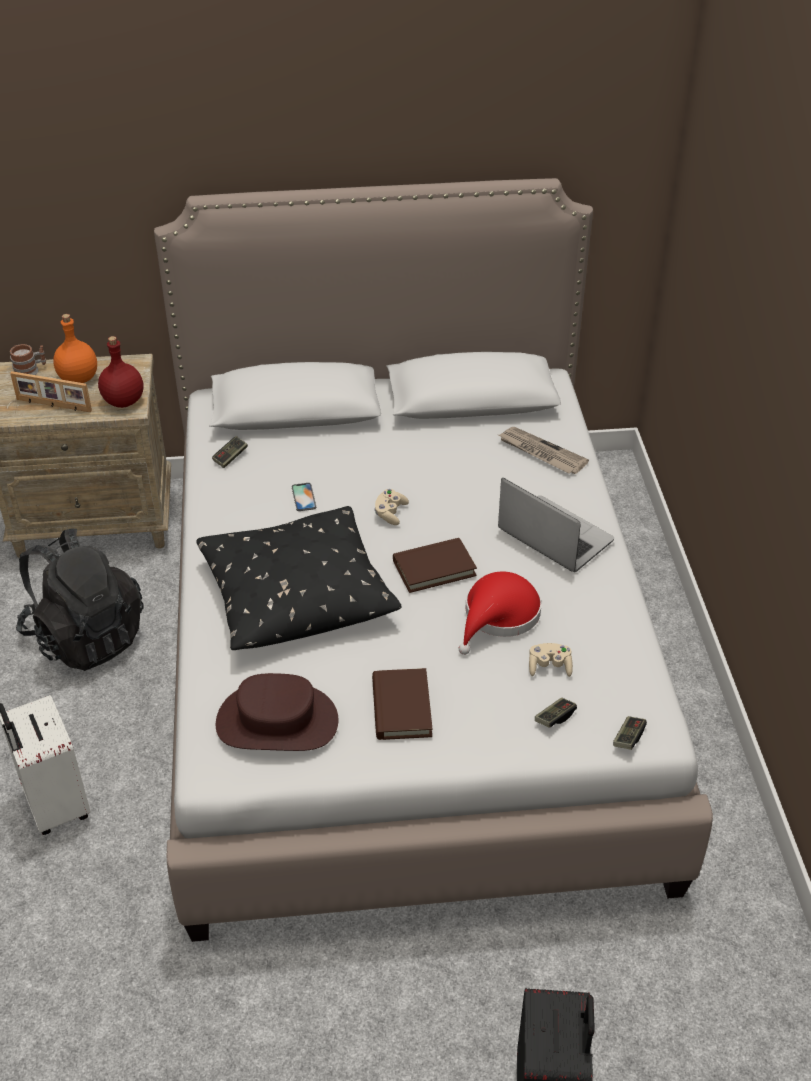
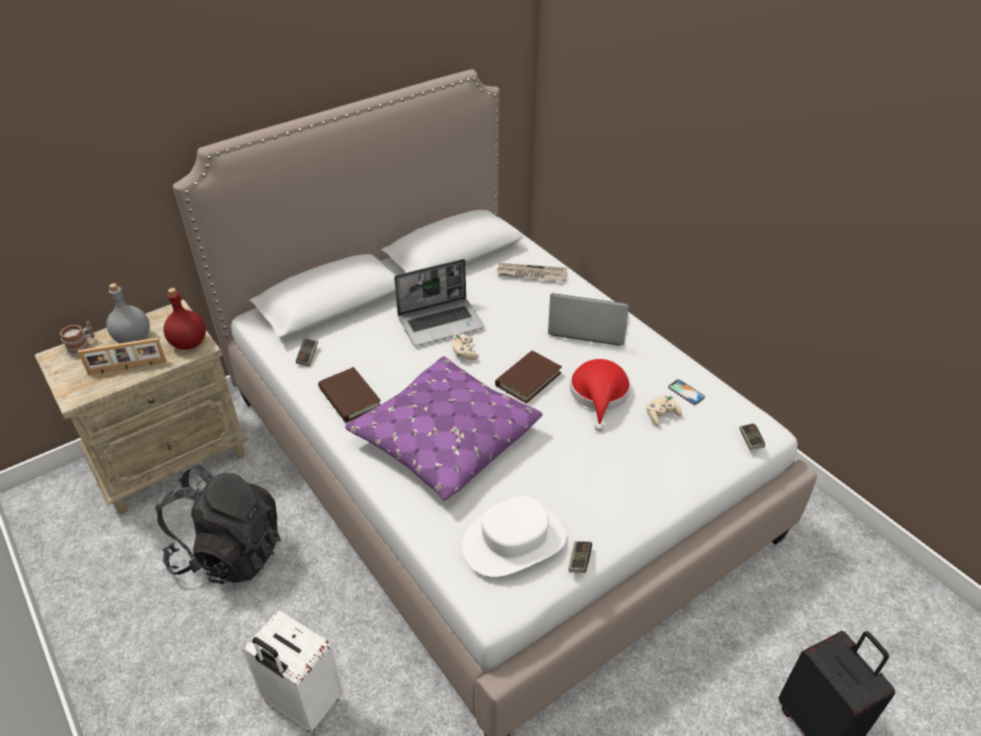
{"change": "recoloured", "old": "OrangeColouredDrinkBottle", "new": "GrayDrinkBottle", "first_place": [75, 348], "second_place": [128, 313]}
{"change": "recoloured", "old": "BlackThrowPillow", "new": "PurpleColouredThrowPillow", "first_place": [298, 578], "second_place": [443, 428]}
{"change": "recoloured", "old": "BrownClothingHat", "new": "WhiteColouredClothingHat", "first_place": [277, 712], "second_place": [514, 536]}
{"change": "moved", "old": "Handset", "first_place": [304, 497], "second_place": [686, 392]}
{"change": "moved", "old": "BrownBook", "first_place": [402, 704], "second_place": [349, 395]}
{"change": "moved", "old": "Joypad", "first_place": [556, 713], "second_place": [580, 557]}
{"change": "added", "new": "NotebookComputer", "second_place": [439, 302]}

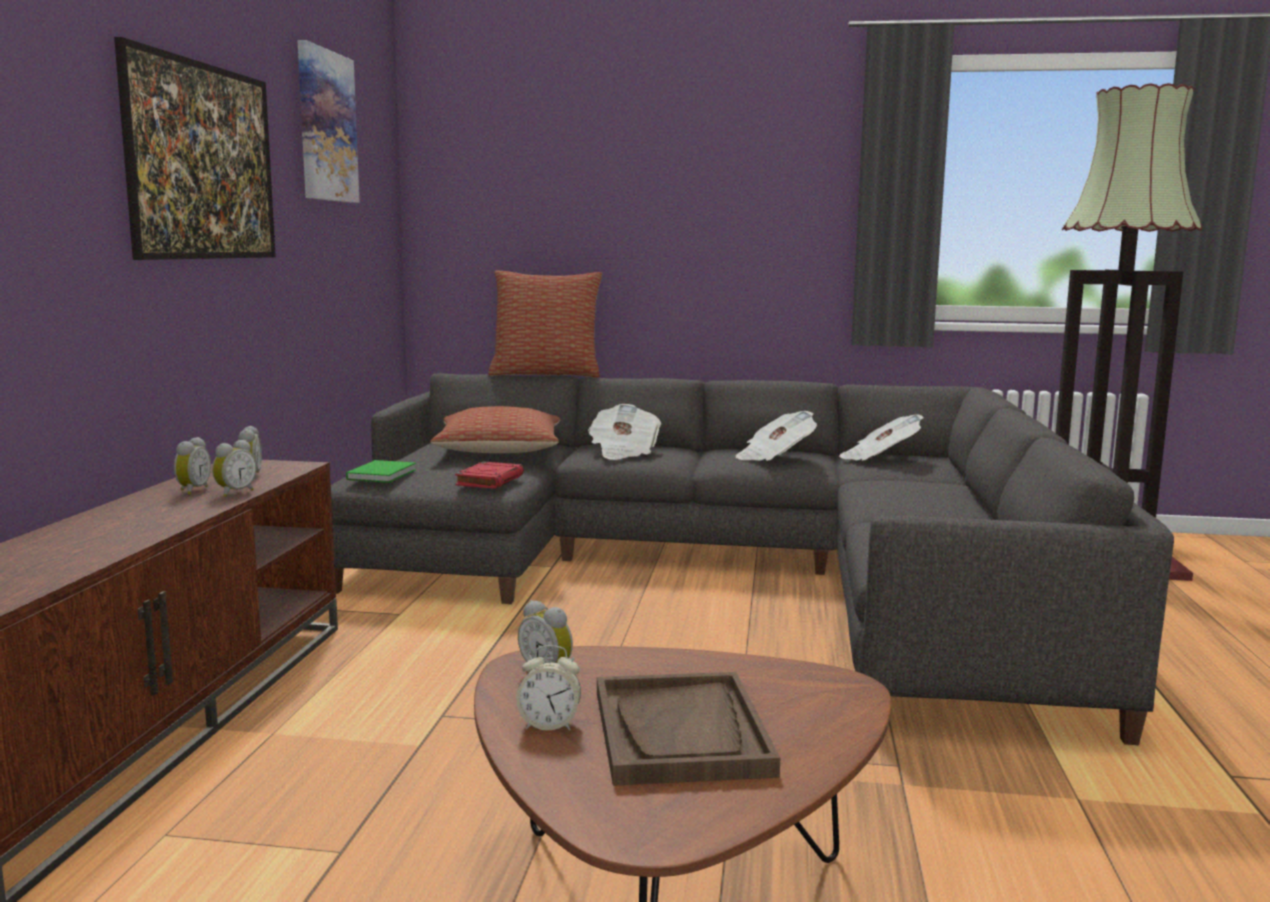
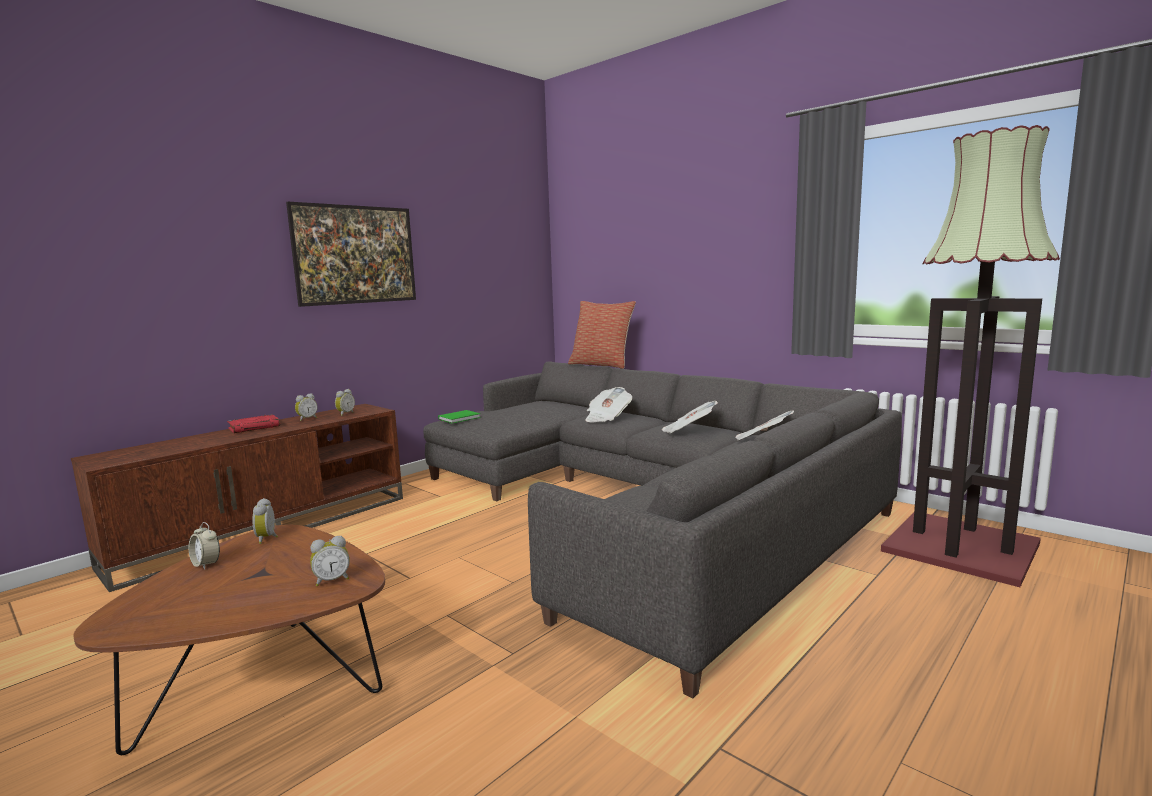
{"change": "moved", "old": "TableClock", "first_place": [234, 468], "second_place": [330, 561]}
{"change": "removed", "old": "Picture", "first_place": [328, 121]}
{"change": "removed", "old": "ThrowPillow", "first_place": [495, 429]}
{"change": "moved", "old": "RedBook", "first_place": [489, 475], "second_place": [253, 423]}
{"change": "removed", "old": "BrownTray", "first_place": [688, 729]}

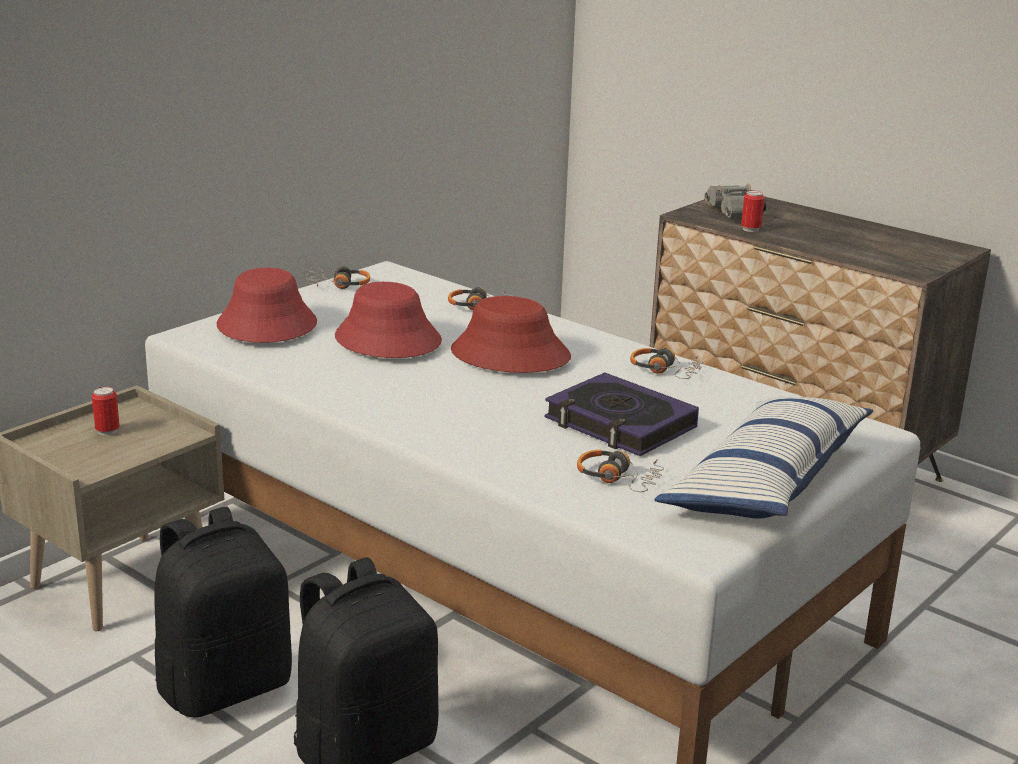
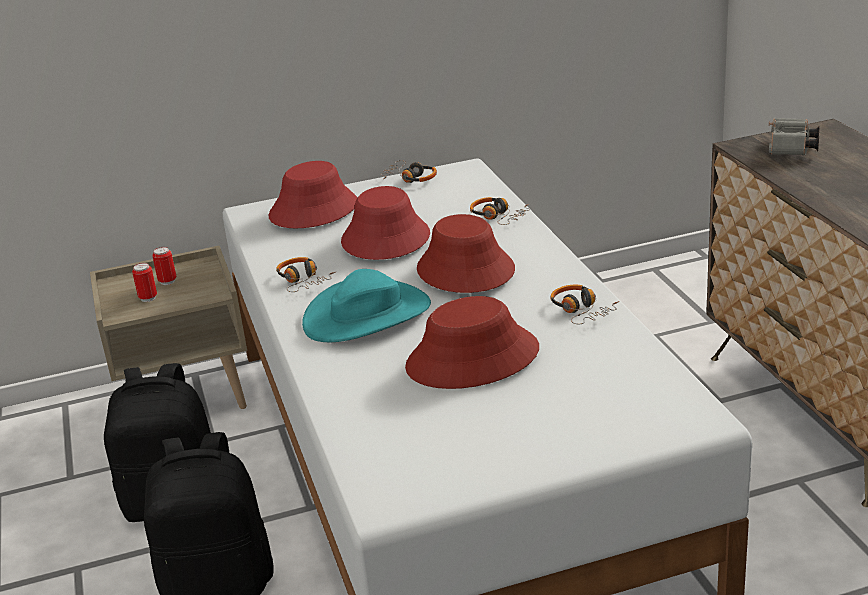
{"change": "replaced", "old": "Book", "new": "RedClothingHat", "first_place": [622, 414], "second_place": [472, 342]}
{"change": "moved", "old": "Headset", "first_place": [620, 471], "second_place": [306, 274]}
{"change": "removed", "old": "ThrowPillow", "first_place": [763, 457]}
{"change": "moved", "old": "SealedCan", "first_place": [753, 211], "second_place": [144, 282]}
{"change": "added", "new": "BlueGreenClothingHat", "second_place": [366, 305]}

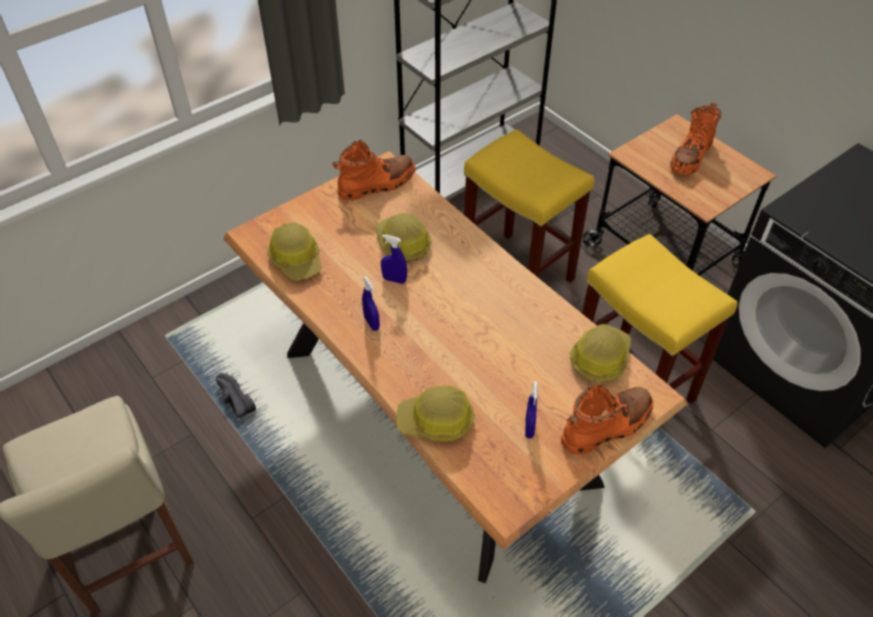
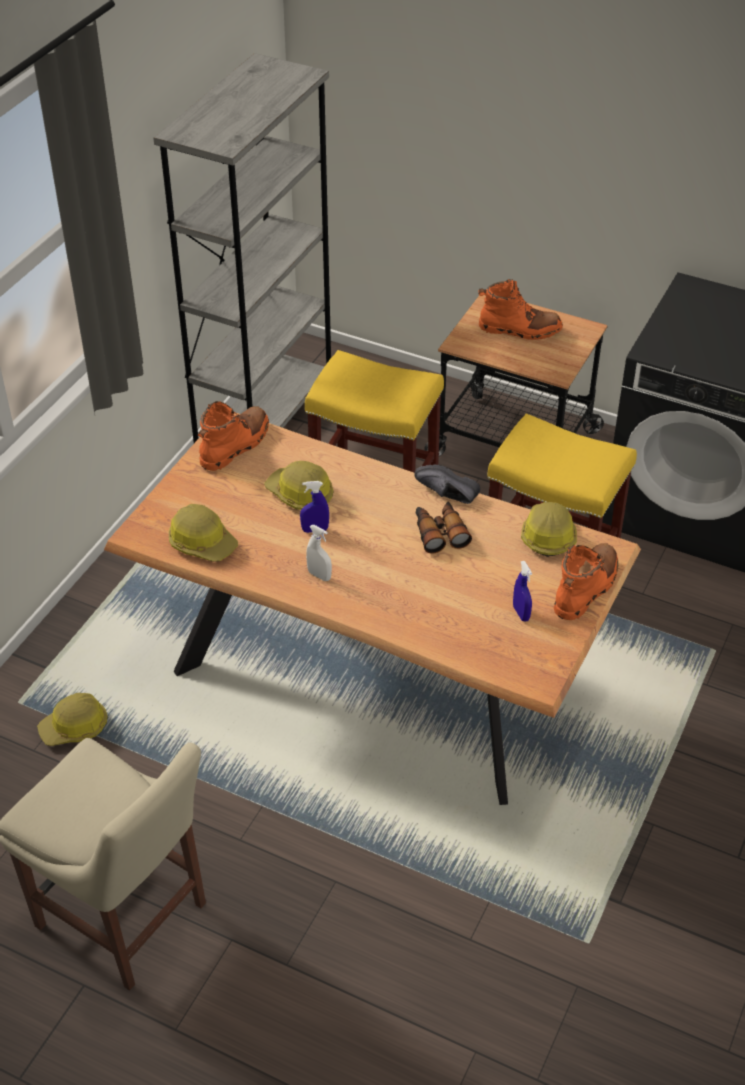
{"change": "moved", "old": "BlackShoe", "first_place": [236, 395], "second_place": [447, 484]}
{"change": "recoloured", "old": "BlueColouredSprayBottle", "new": "WhiteColouredSprayBottle", "first_place": [371, 303], "second_place": [319, 553]}
{"change": "moved", "old": "HardHat", "first_place": [435, 413], "second_place": [72, 719]}
{"change": "turned", "old": "OrangeColouredHighTopBoot", "first_place": [696, 139], "second_place": [520, 309], "degrees": -90}
{"change": "added", "new": "PairOfBinoculars", "second_place": [444, 528]}

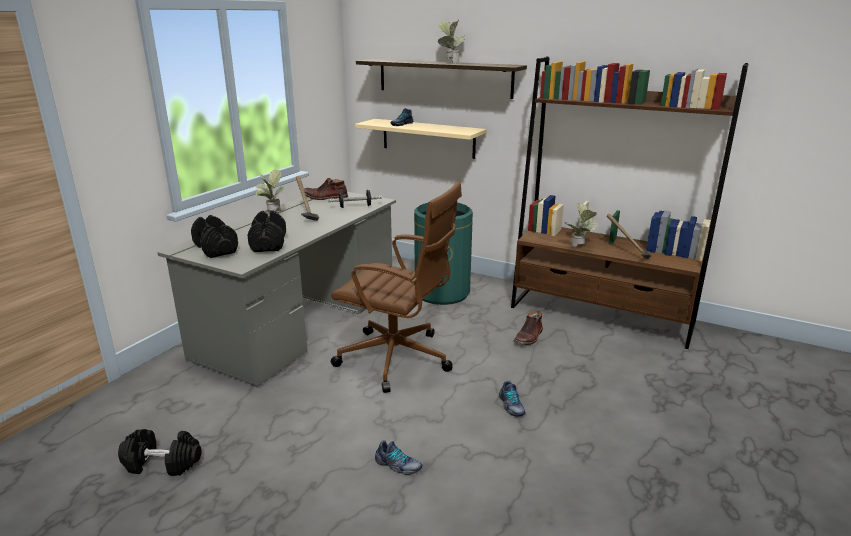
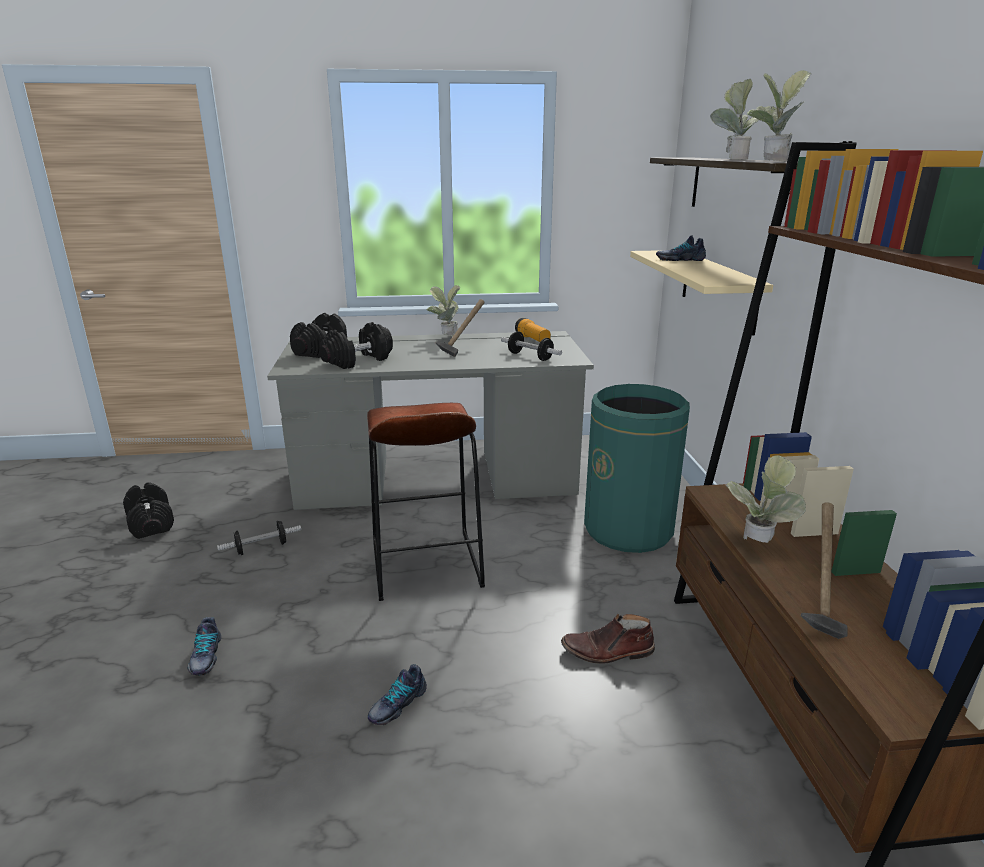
{"change": "replaced", "old": "BrownHighTopBoot", "new": "Torch", "first_place": [326, 189], "second_place": [533, 330]}
{"change": "replaced", "old": "BrownOfficeChair", "new": "BrownStool", "first_place": [396, 287], "second_place": [426, 502]}
{"change": "added", "new": "Dumbbell", "second_place": [259, 538]}
{"change": "added", "new": "Houseplant", "second_place": [779, 115]}

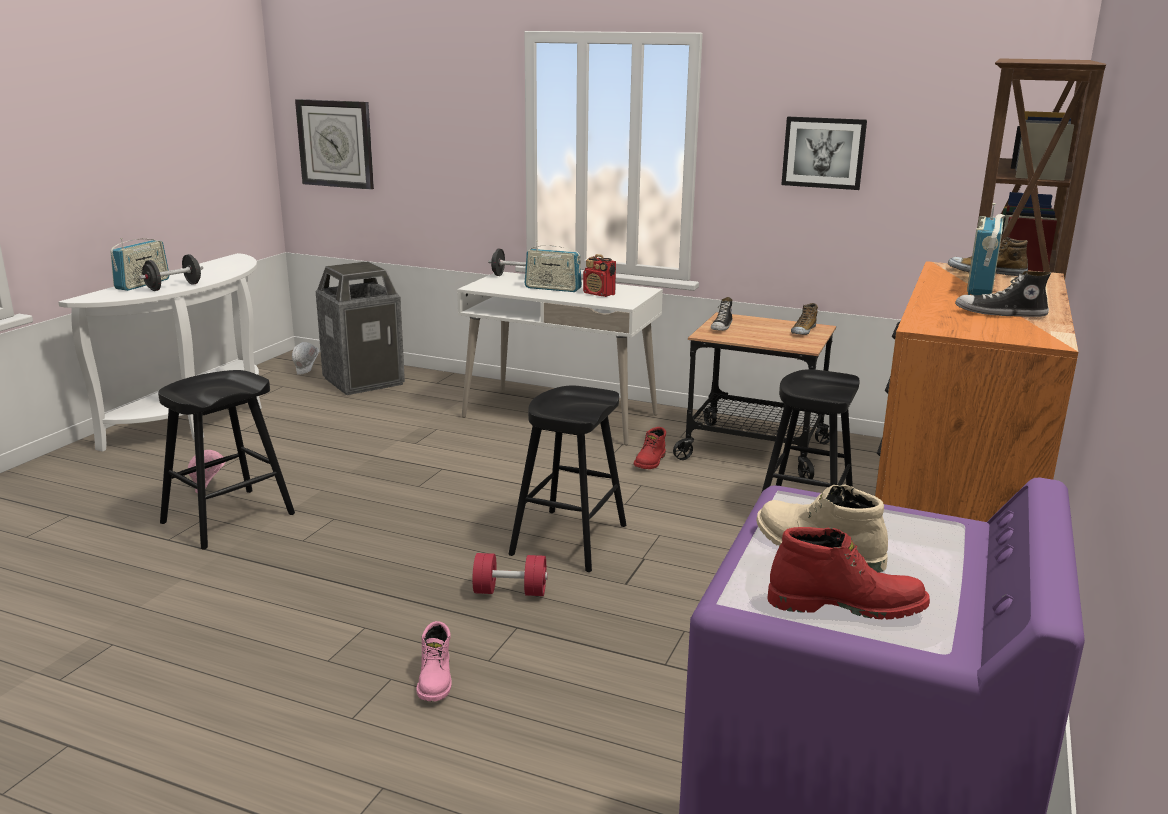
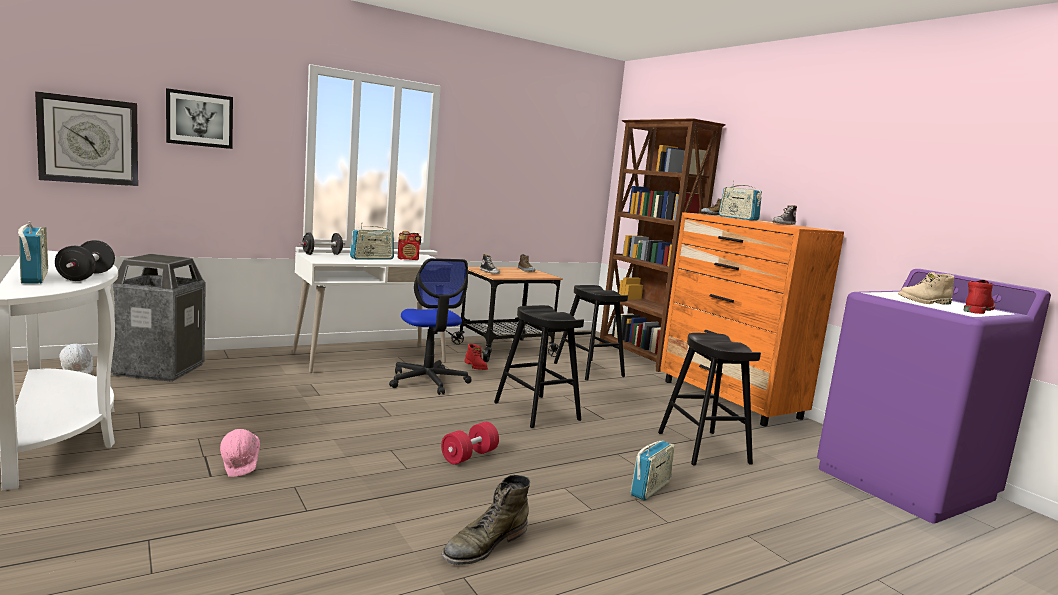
{"change": "moved", "old": "BlackStool", "first_place": [226, 460], "second_place": [709, 399]}
{"change": "replaced", "old": "PinkColouredHighTopBoot", "new": "RadioSet", "first_place": [434, 661], "second_place": [652, 470]}
{"change": "moved", "old": "RedDumbbell", "first_place": [510, 574], "second_place": [470, 443]}
{"change": "moved", "old": "Picture", "first_place": [824, 153], "second_place": [199, 118]}
{"change": "added", "new": "OfficeChair", "second_place": [430, 326]}
{"change": "added", "new": "GreenishHighTopBoot", "second_place": [485, 520]}

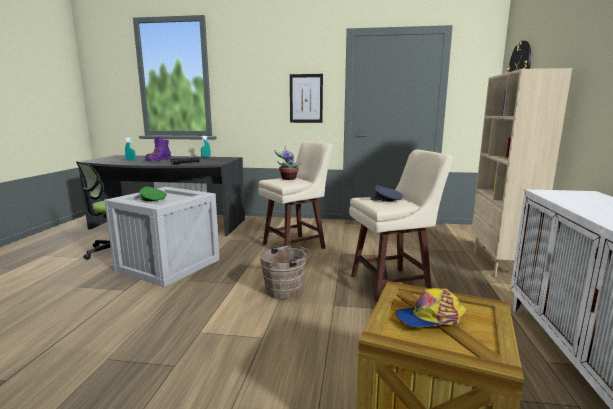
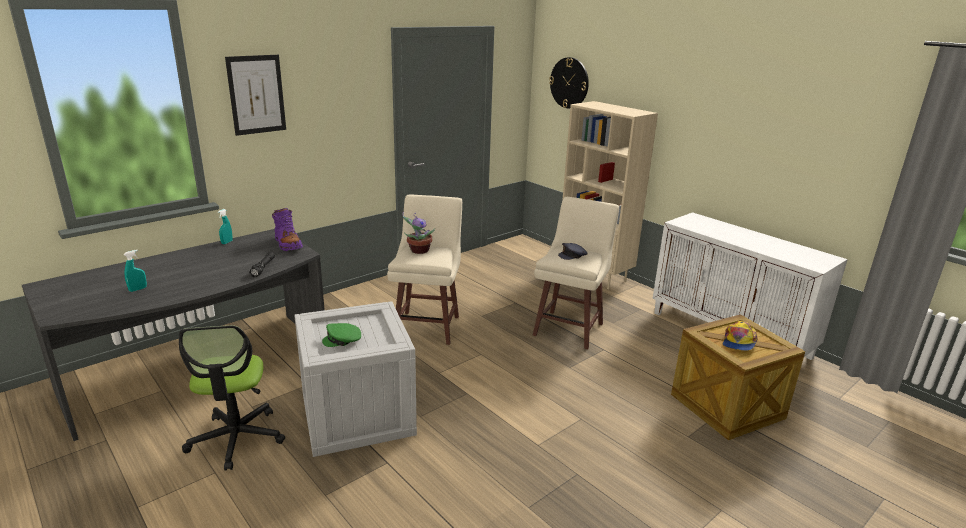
{"change": "moved", "old": "PurpleColouredHighTopBoot", "first_place": [158, 149], "second_place": [287, 229]}
{"change": "removed", "old": "BrownWaterBucket", "first_place": [285, 272]}
{"change": "moved", "old": "Picture", "first_place": [306, 98], "second_place": [255, 95]}

